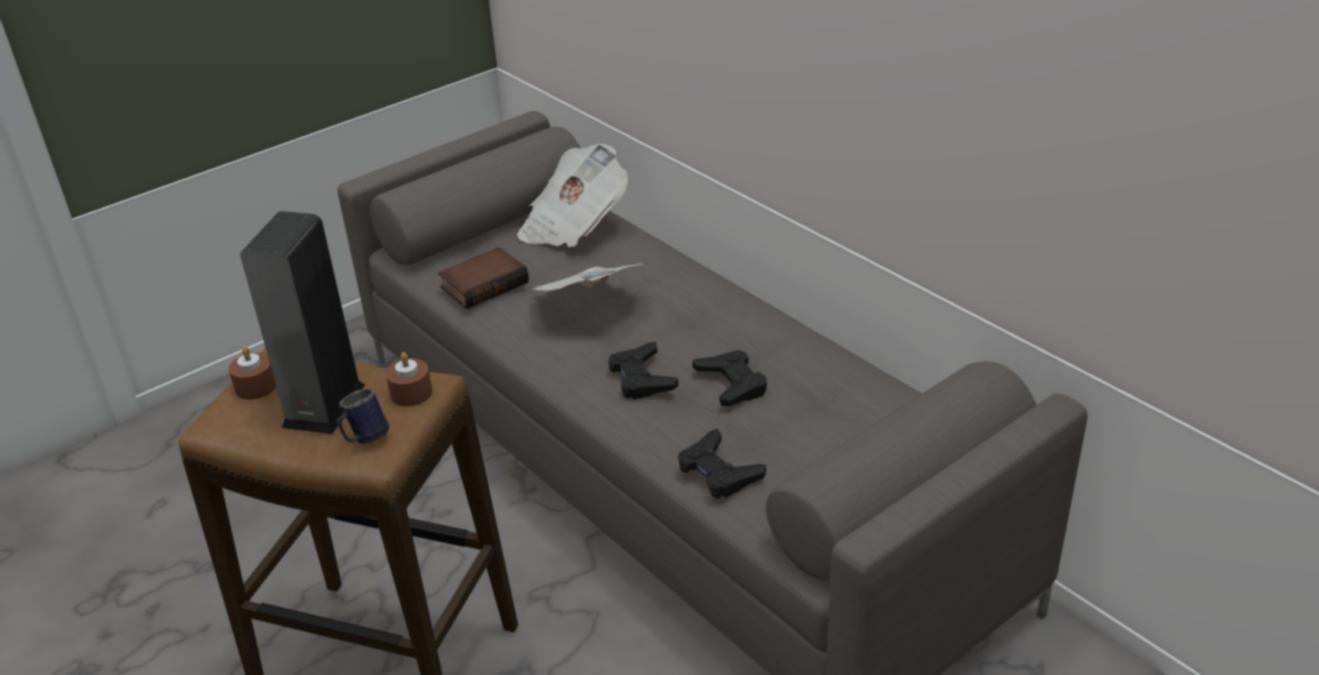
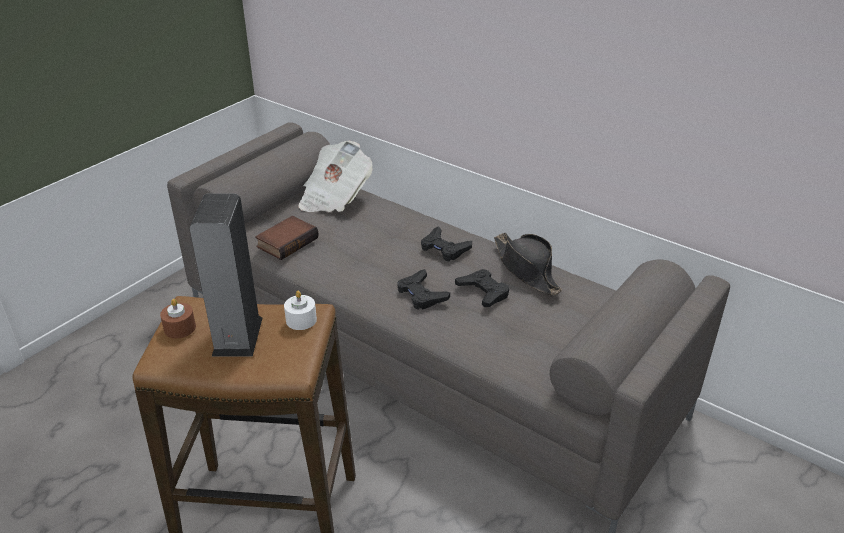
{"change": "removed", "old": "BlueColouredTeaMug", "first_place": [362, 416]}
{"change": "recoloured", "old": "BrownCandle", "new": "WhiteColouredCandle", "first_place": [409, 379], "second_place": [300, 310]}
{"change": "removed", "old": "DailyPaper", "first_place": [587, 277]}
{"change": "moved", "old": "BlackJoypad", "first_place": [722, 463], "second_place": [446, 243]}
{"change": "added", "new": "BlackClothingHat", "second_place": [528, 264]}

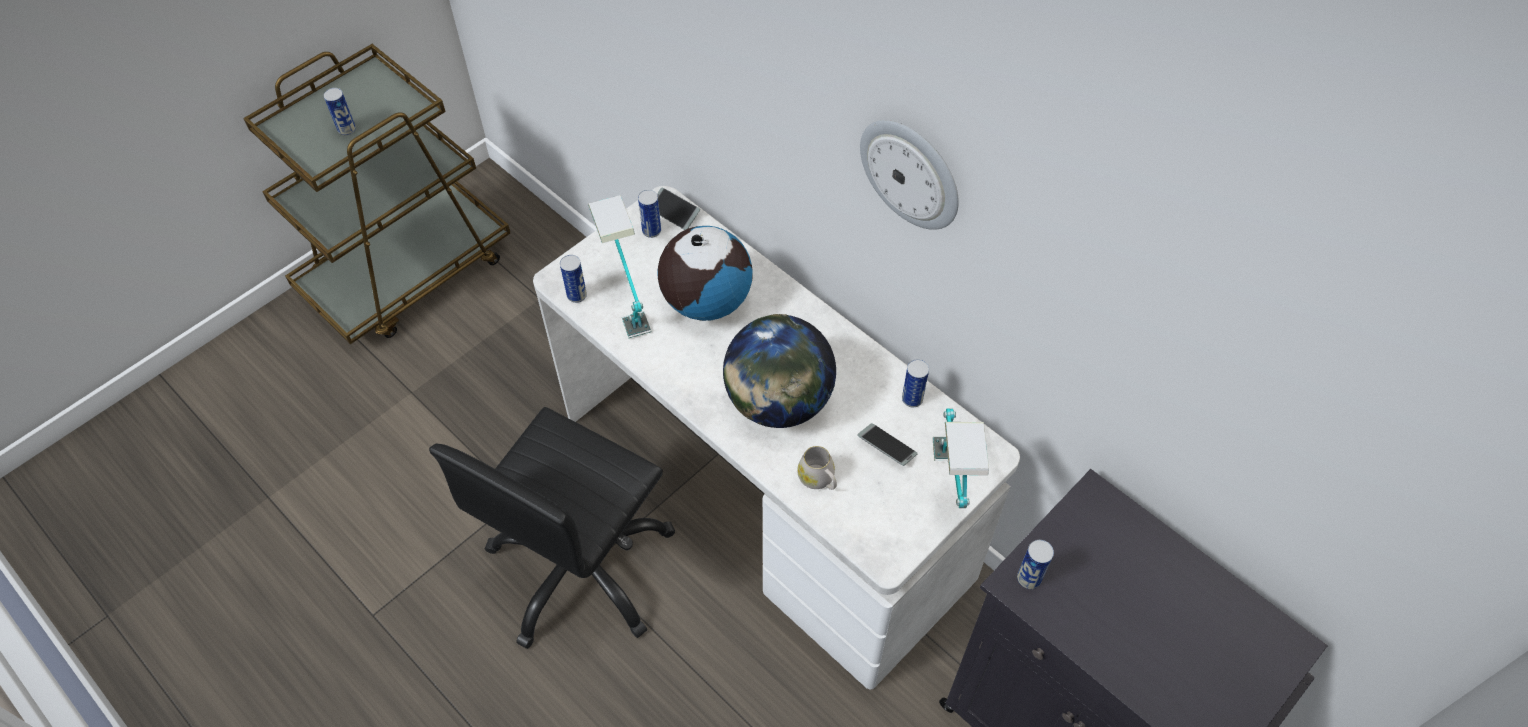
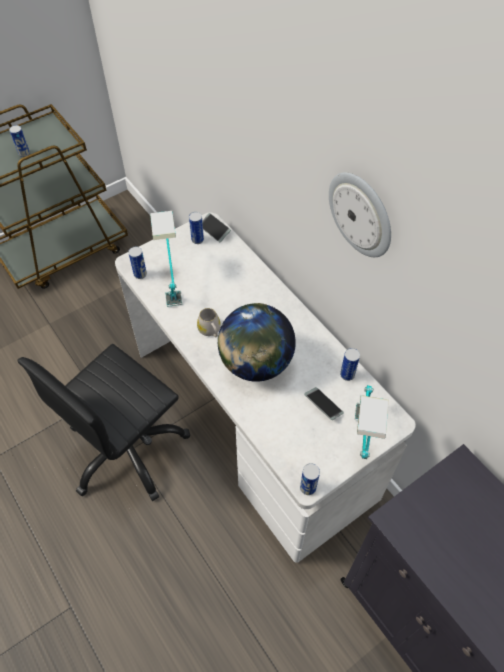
{"change": "removed", "old": "WorldGlobe", "first_place": [705, 273]}
{"change": "moved", "old": "WhiteColouredTeaMug", "first_place": [817, 468], "second_place": [209, 322]}
{"change": "moved", "old": "SealedCan", "first_place": [1035, 564], "second_place": [310, 479]}

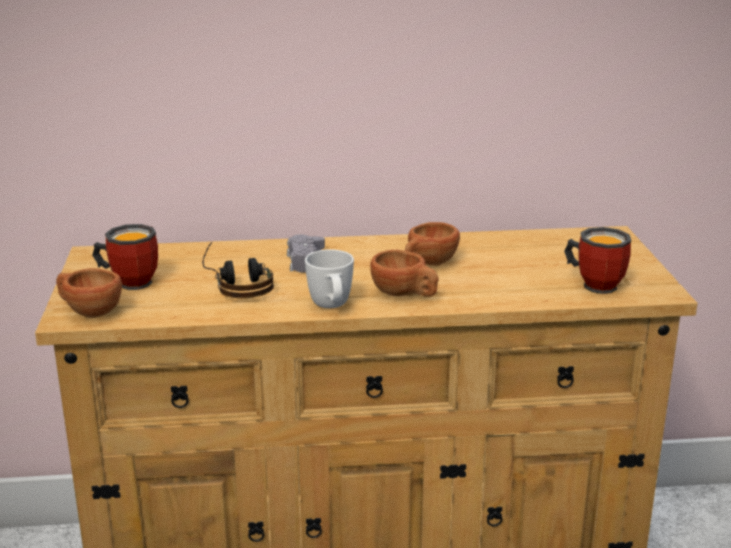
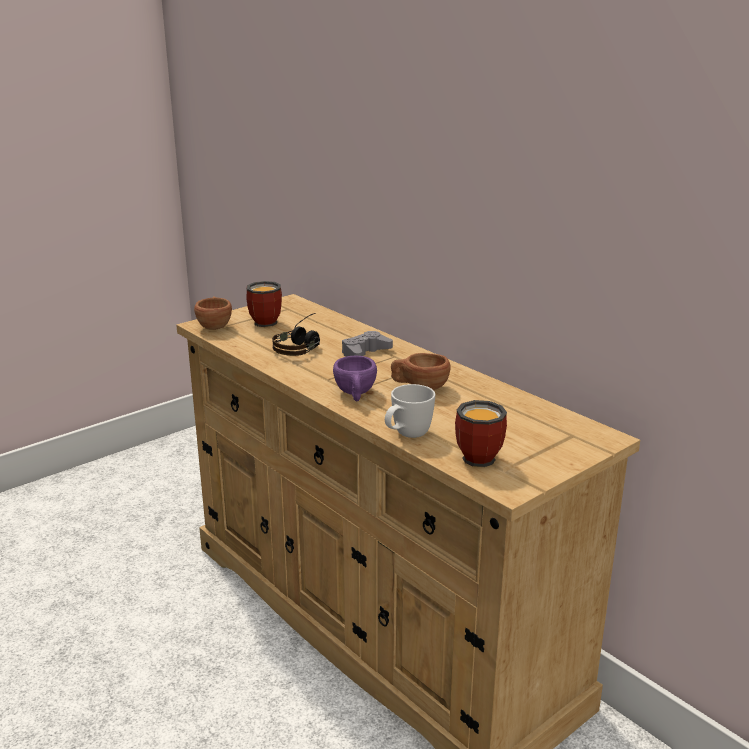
{"change": "moved", "old": "WhiteColouredTeaMug", "first_place": [329, 278], "second_place": [410, 411]}
{"change": "recoloured", "old": "BrownSmallCup", "new": "PurpleColouredSmallCup", "first_place": [404, 273], "second_place": [355, 378]}

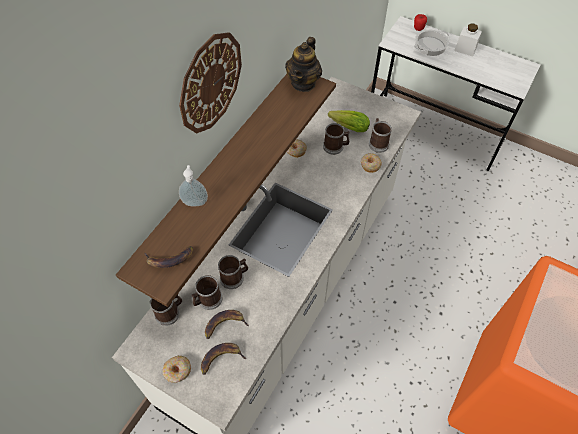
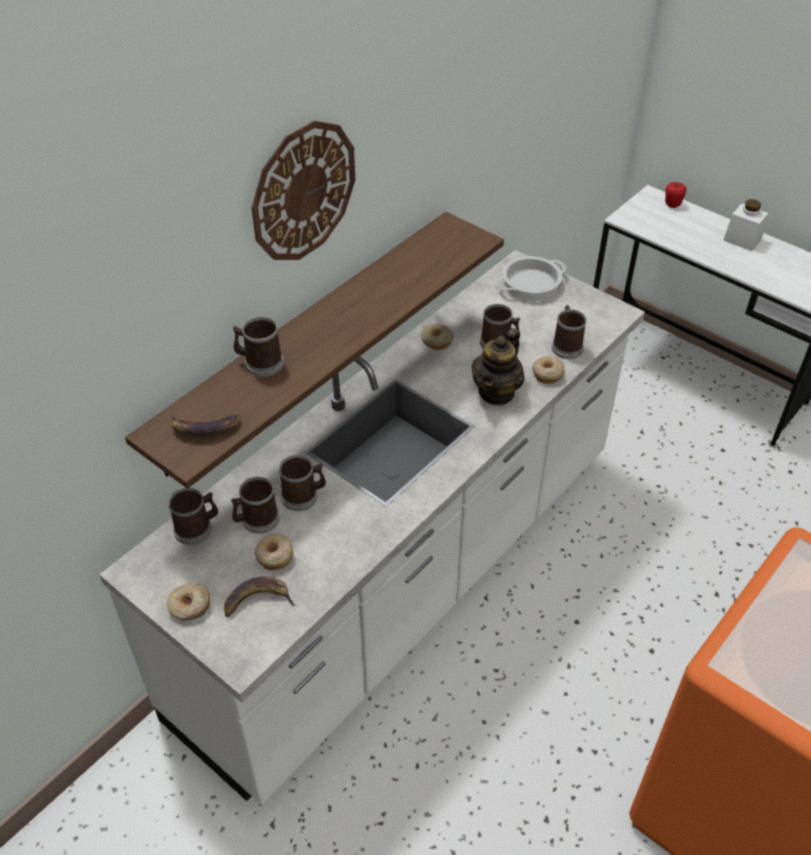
{"change": "replaced", "old": "SoapDispenser", "new": "TeaMug", "first_place": [193, 185], "second_place": [258, 347]}
{"change": "replaced", "old": "Banana", "new": "Doughnut", "first_place": [227, 324], "second_place": [274, 552]}
{"change": "moved", "old": "PotForTea", "first_place": [303, 64], "second_place": [498, 366]}
{"change": "removed", "old": "LettuceHead", "first_place": [349, 121]}
{"change": "moved", "old": "CookingPot", "first_place": [431, 43], "second_place": [531, 278]}

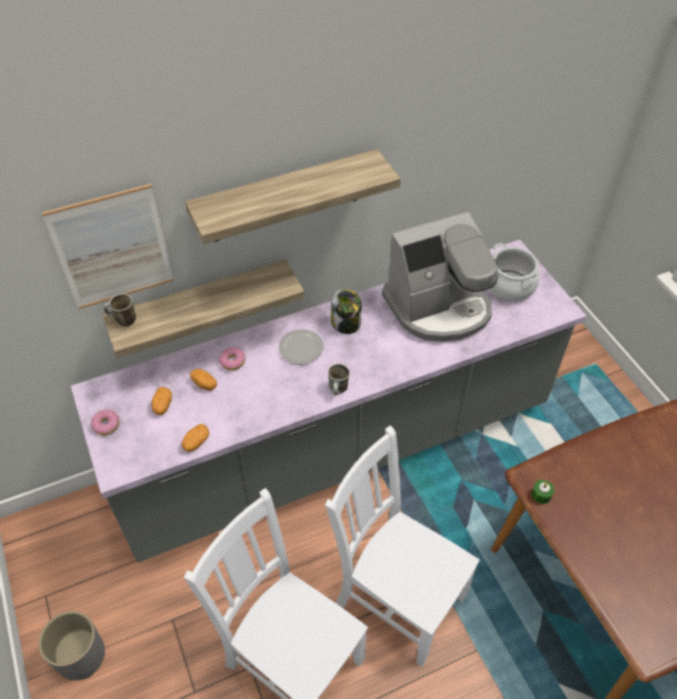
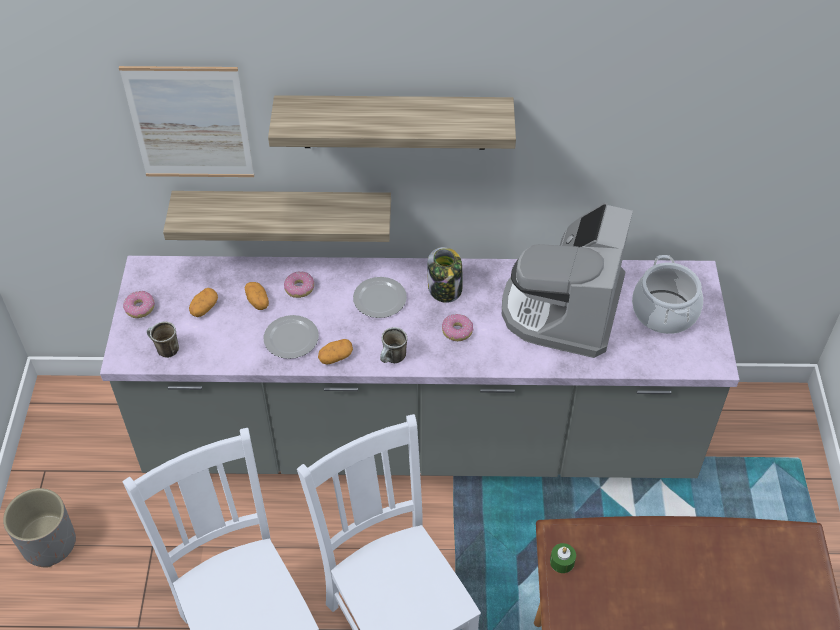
{"change": "moved", "old": "TeaMug", "first_place": [120, 310], "second_place": [163, 340]}
{"change": "moved", "old": "Spud", "first_place": [195, 438], "second_place": [335, 352]}
{"change": "turned", "old": "CoffeeBrewer", "first_place": [440, 277], "second_place": [567, 280], "degrees": 105}
{"change": "added", "new": "FlatDish", "second_place": [291, 337]}
{"change": "added", "new": "Doughnut", "second_place": [457, 327]}

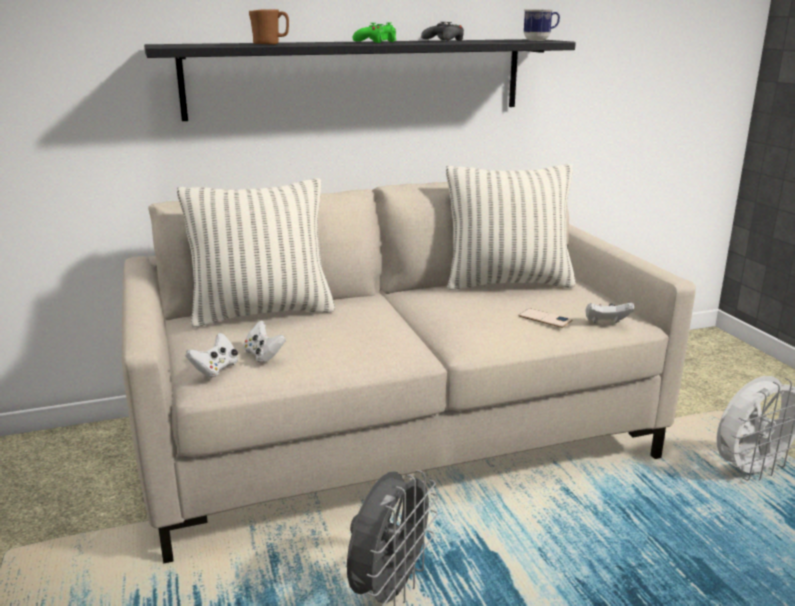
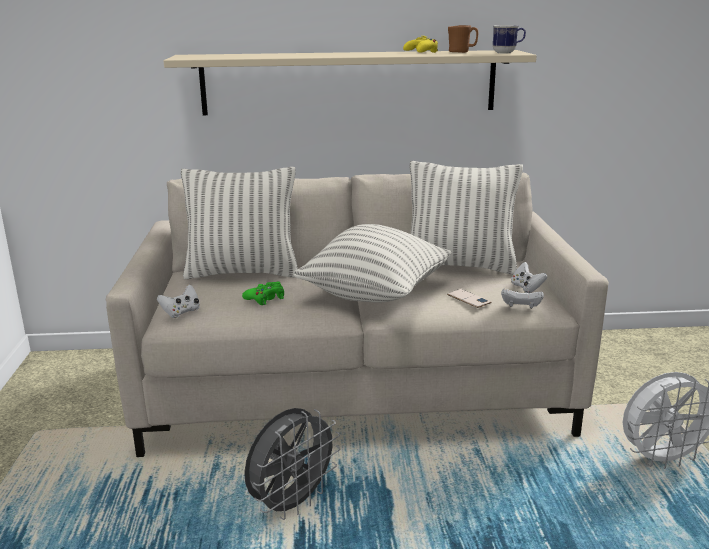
{"change": "recoloured", "old": "BlackWallShelf", "new": "SandColouredWallShelf", "first_place": [360, 80], "second_place": [350, 82]}
{"change": "moved", "old": "WhiteColouredJoypad", "first_place": [264, 341], "second_place": [529, 277]}
{"change": "moved", "old": "BrownTeaMug", "first_place": [269, 27], "second_place": [463, 39]}
{"change": "moved", "old": "GreenishJoypad", "first_place": [374, 32], "second_place": [263, 293]}
{"change": "recoloured", "old": "BlackJoypad", "new": "YellowJoypad", "first_place": [442, 31], "second_place": [420, 44]}
{"change": "added", "new": "ThrowPillow", "second_place": [373, 263]}

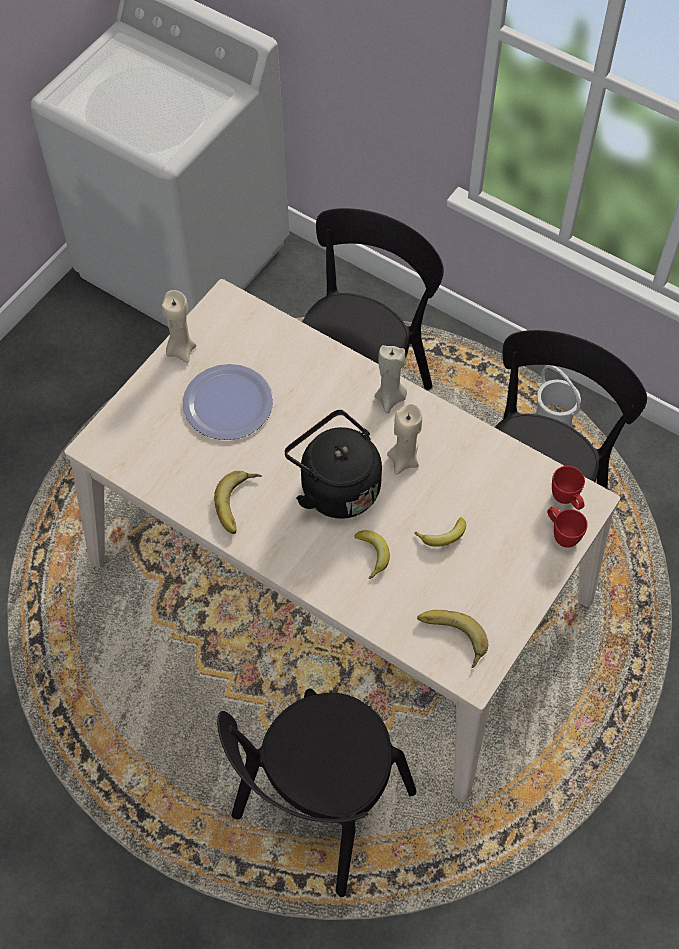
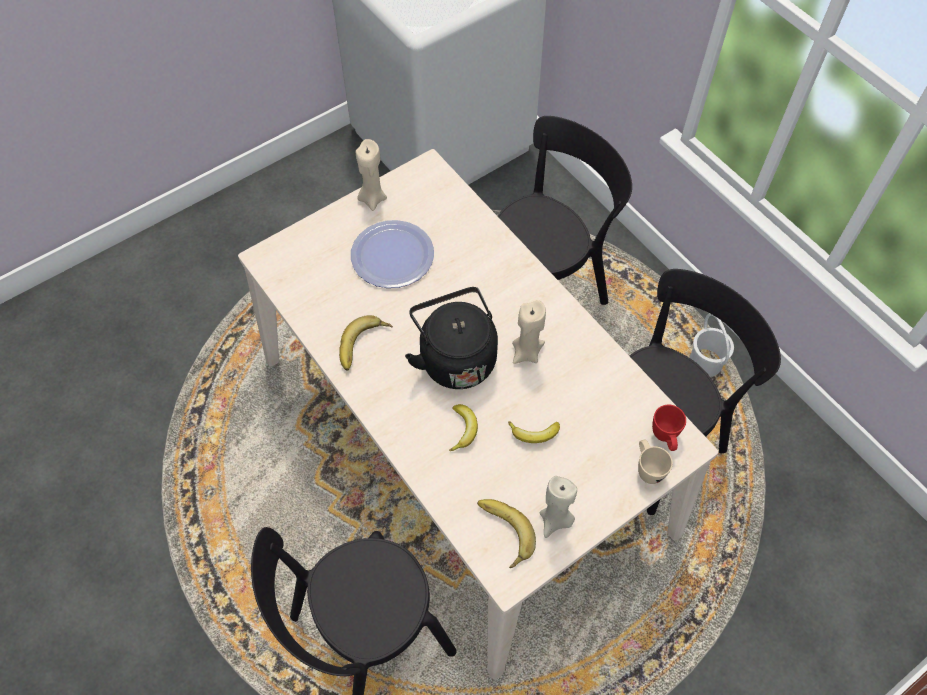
{"change": "moved", "old": "SandColouredCandle", "first_place": [390, 379], "second_place": [558, 507]}
{"change": "recoloured", "old": "RedTeaMug", "new": "SandColouredTeaMug", "first_place": [567, 527], "second_place": [655, 462]}

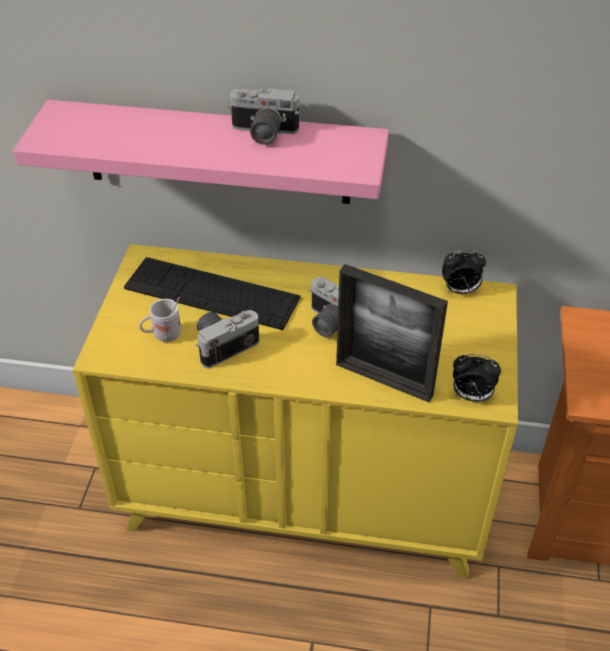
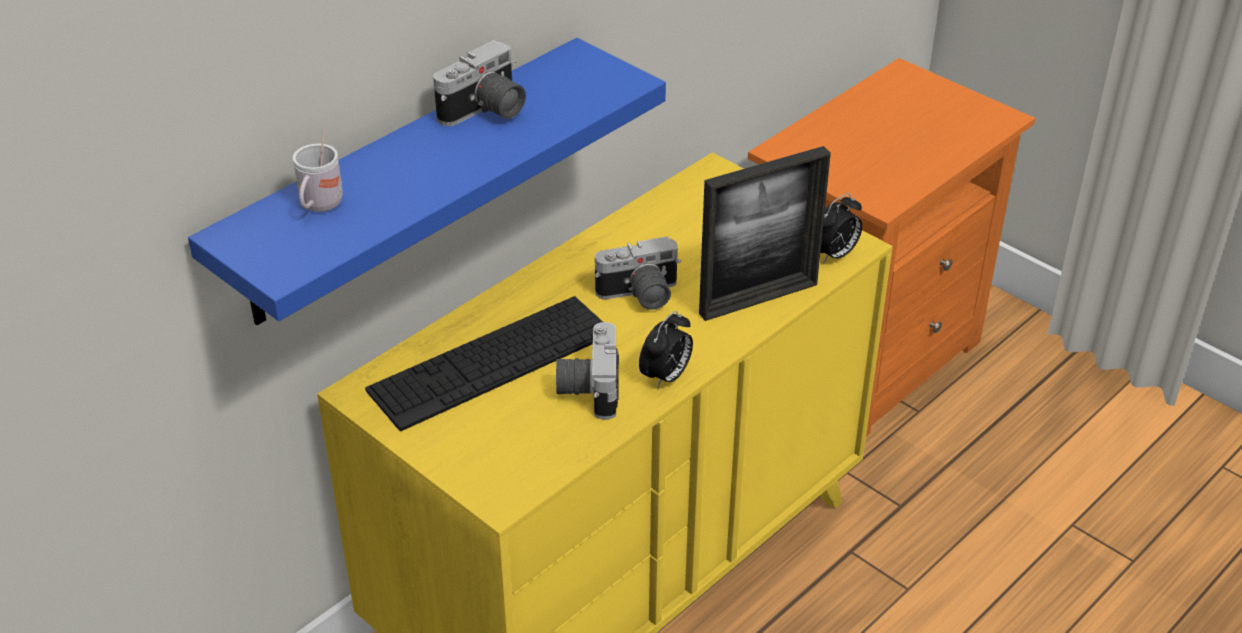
{"change": "recoloured", "old": "PinkColouredWallShelf", "new": "BlueColouredWallShelf", "first_place": [201, 152], "second_place": [427, 181]}
{"change": "moved", "old": "WhiteColouredTeaMug", "first_place": [160, 319], "second_place": [318, 170]}
{"change": "moved", "old": "TableClock", "first_place": [464, 271], "second_place": [666, 350]}

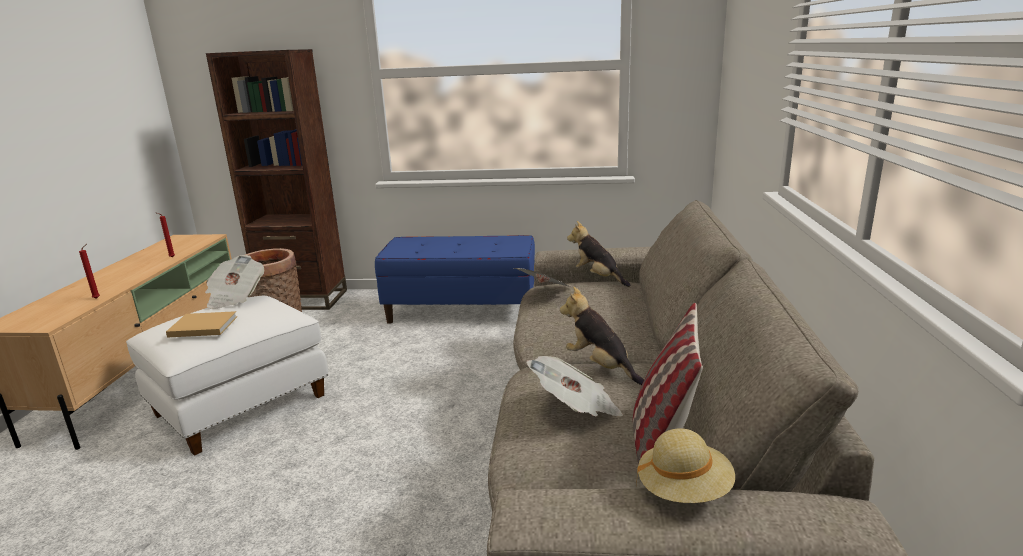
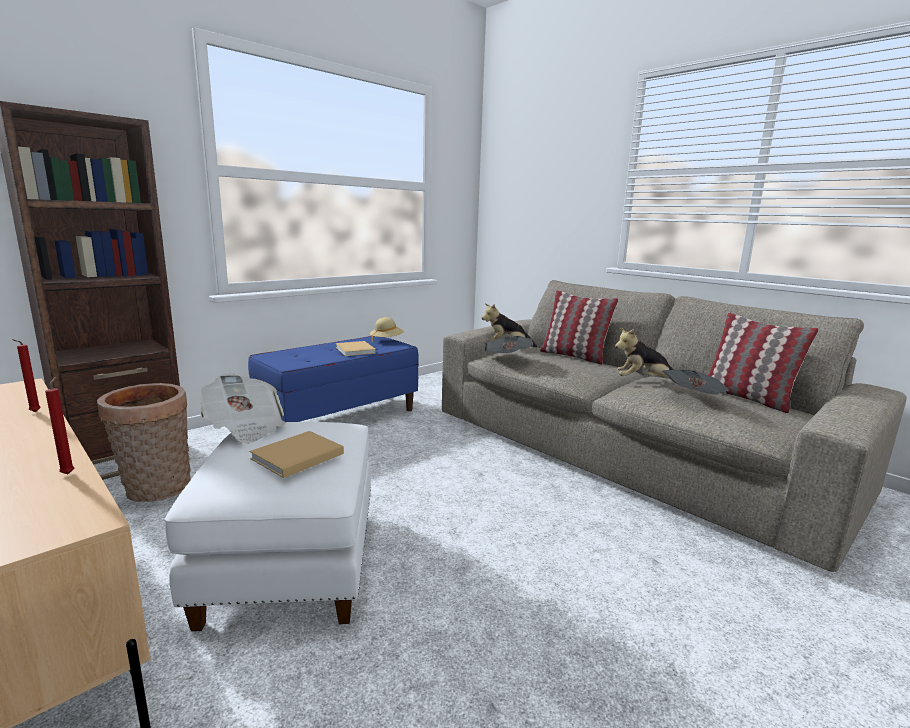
{"change": "moved", "old": "SandColouredClothingHat", "first_place": [685, 465], "second_place": [387, 329]}
{"change": "added", "new": "SandColouredBook", "second_place": [356, 348]}
{"change": "added", "new": "ThrowPillow", "second_place": [579, 327]}

